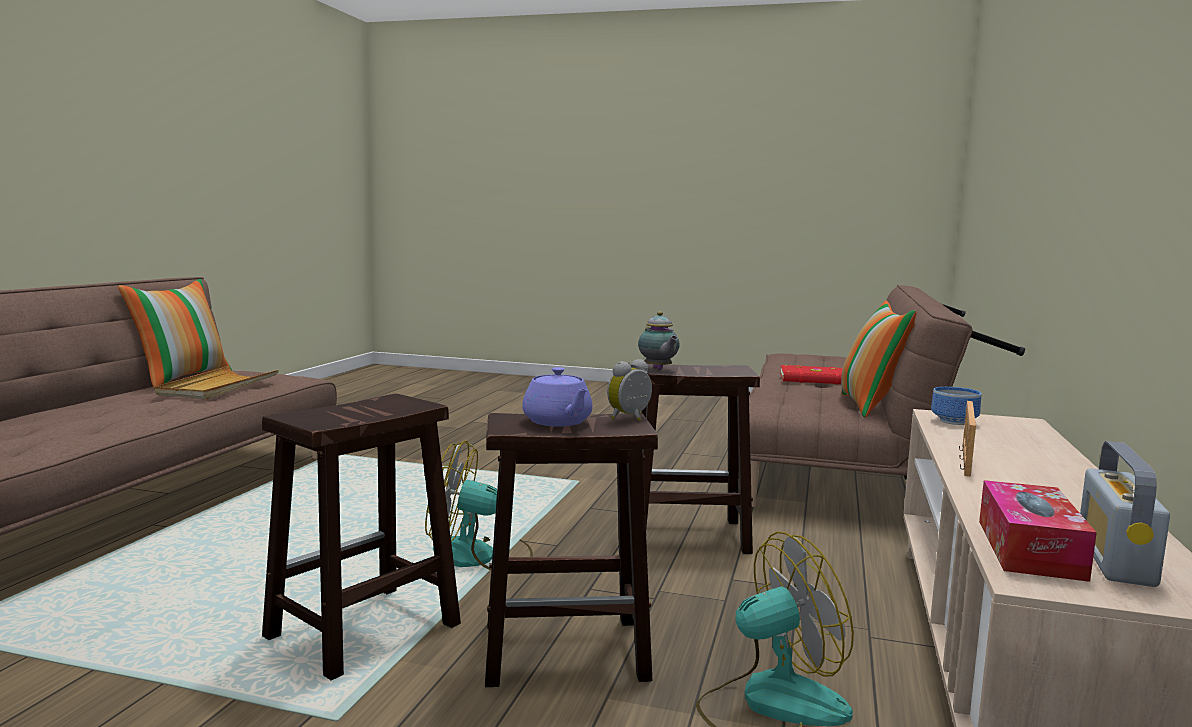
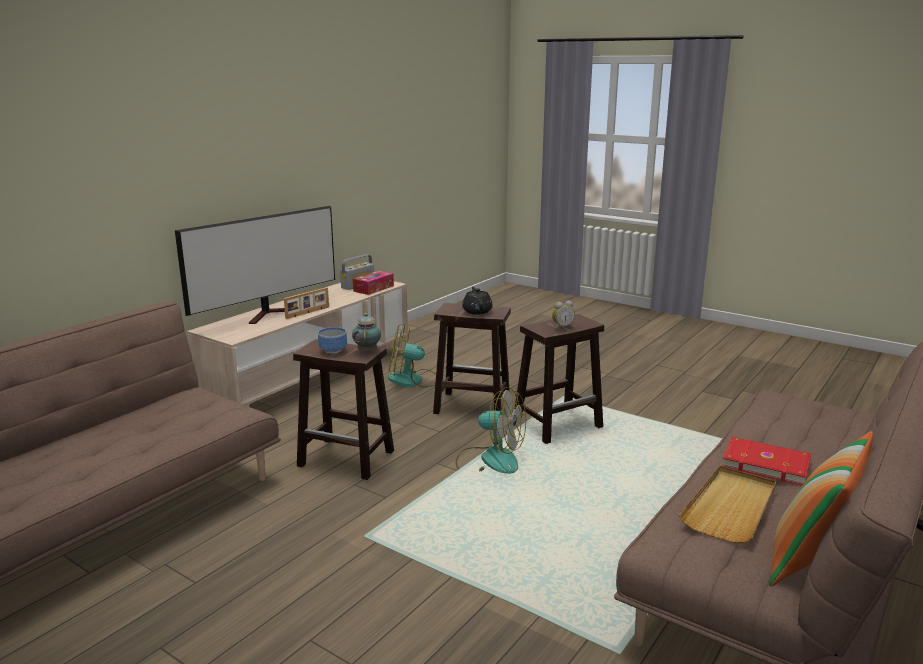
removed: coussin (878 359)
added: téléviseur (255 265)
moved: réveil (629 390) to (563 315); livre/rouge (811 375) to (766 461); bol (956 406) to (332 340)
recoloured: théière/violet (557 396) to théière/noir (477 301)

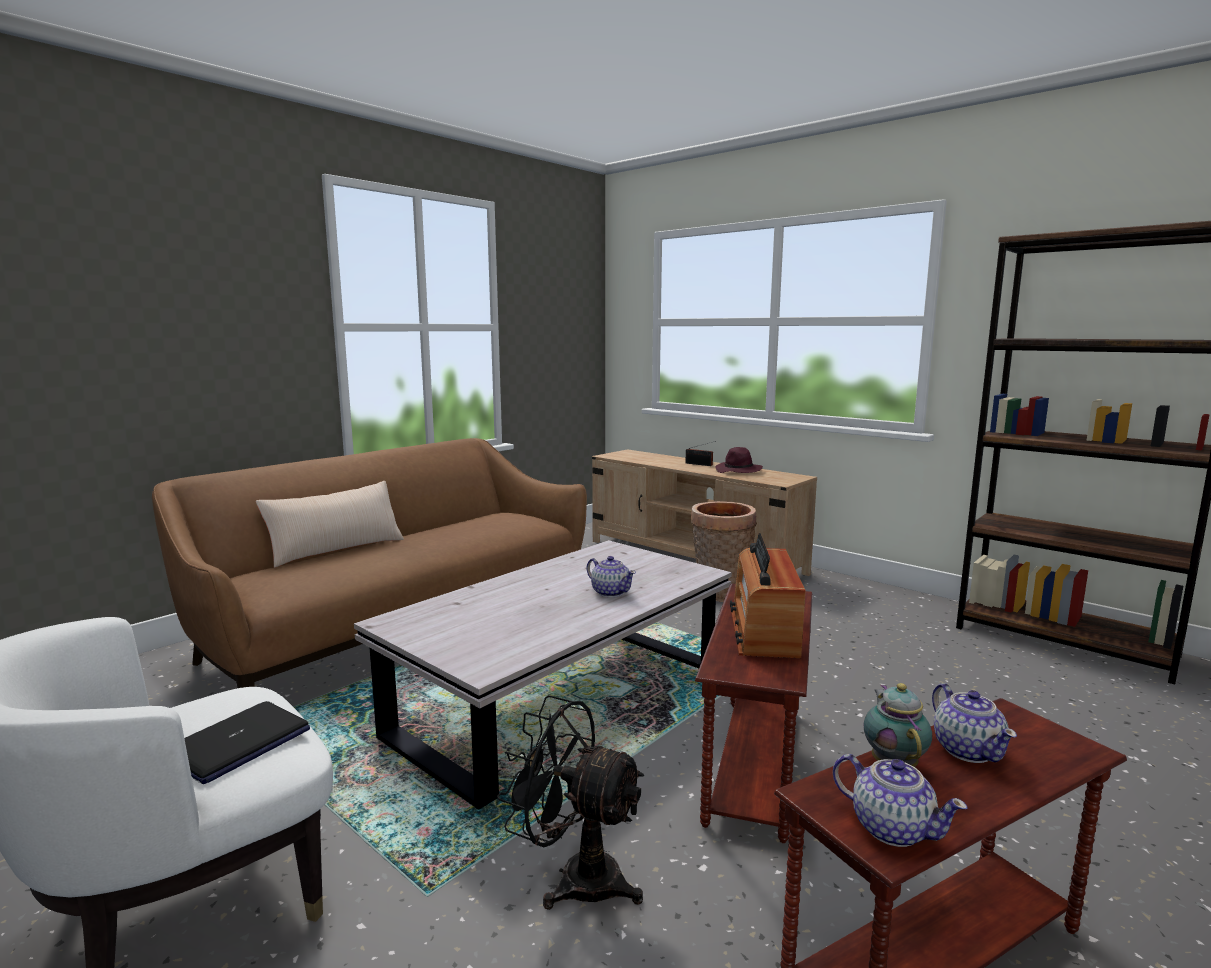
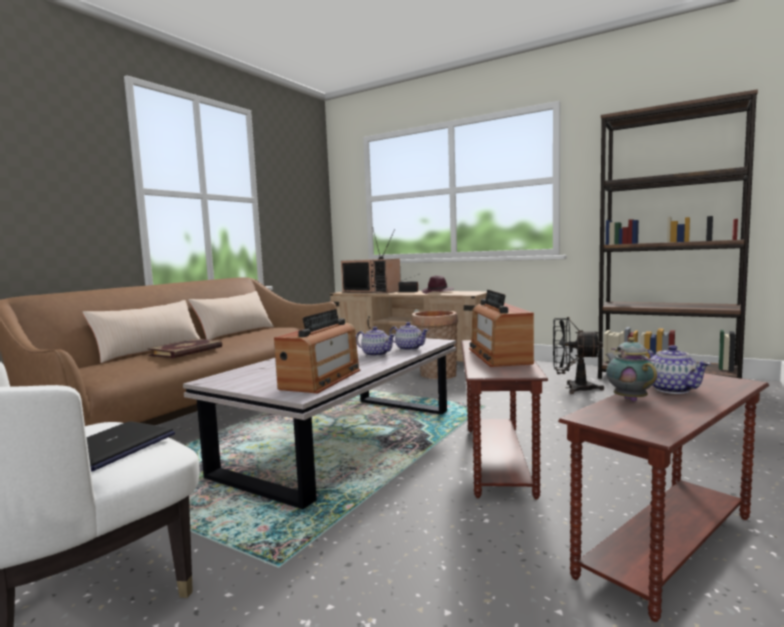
added: téléviseur (371 260); coussin/beige (231 315); radio (317 351); livre (185 348)
moved: ventilateur/noir (571 802) to (578 355); théière (900 800) to (409 336)

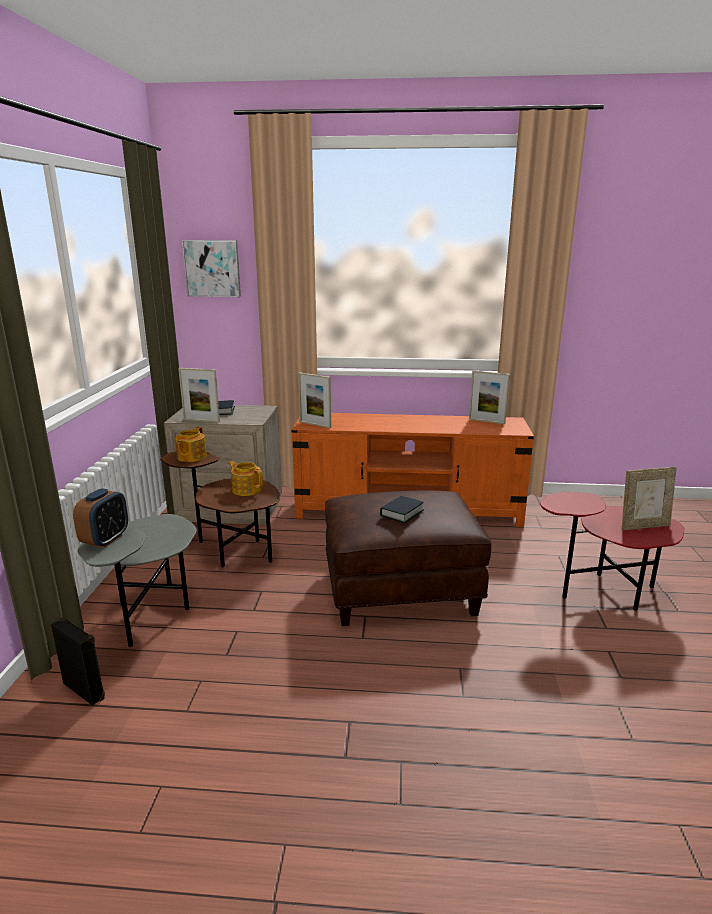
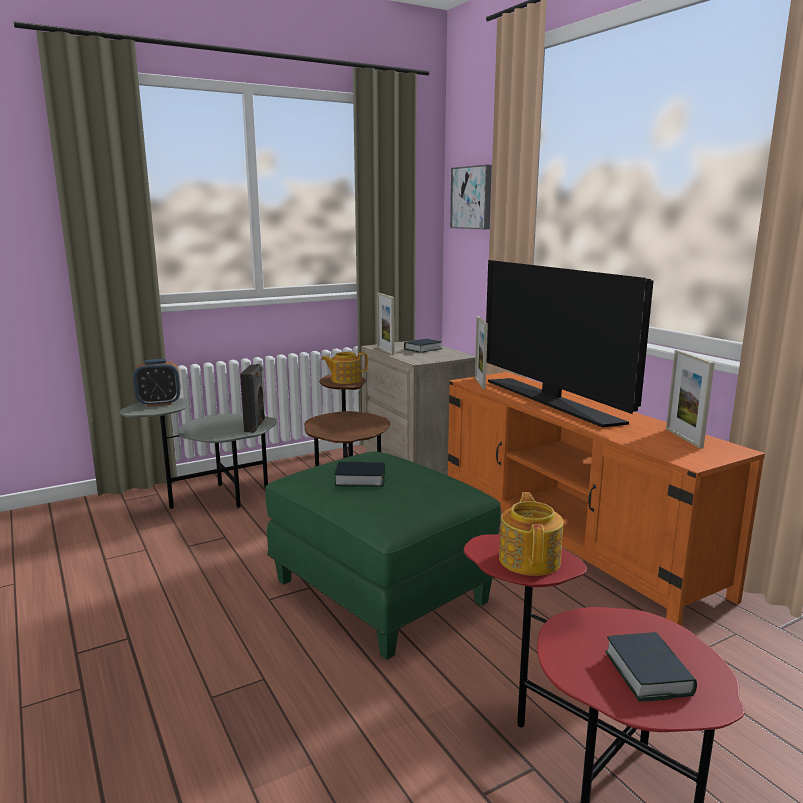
added: téléviseur (570 343)
moved: théière (245 478) to (531 534); enceinte/noir (78 661) to (252 398)
replaced: cadre photo (649 498) to livre (651 667)
recoloured: pouf/marron (408 558) to pouf/vert (383 555)

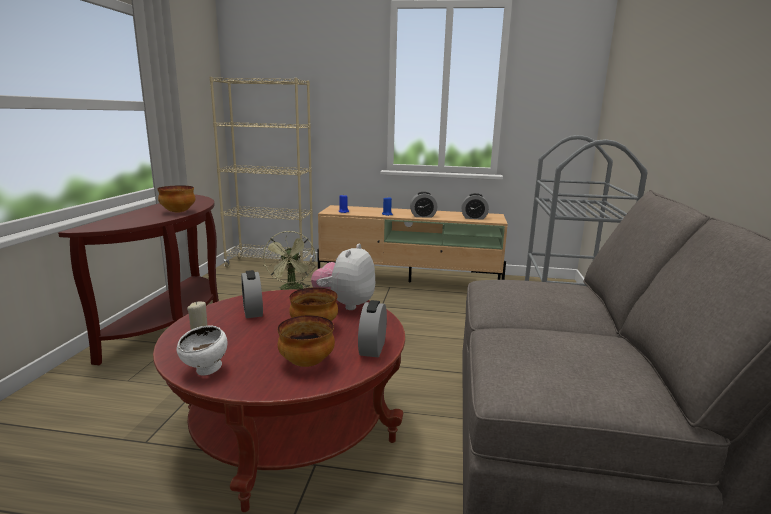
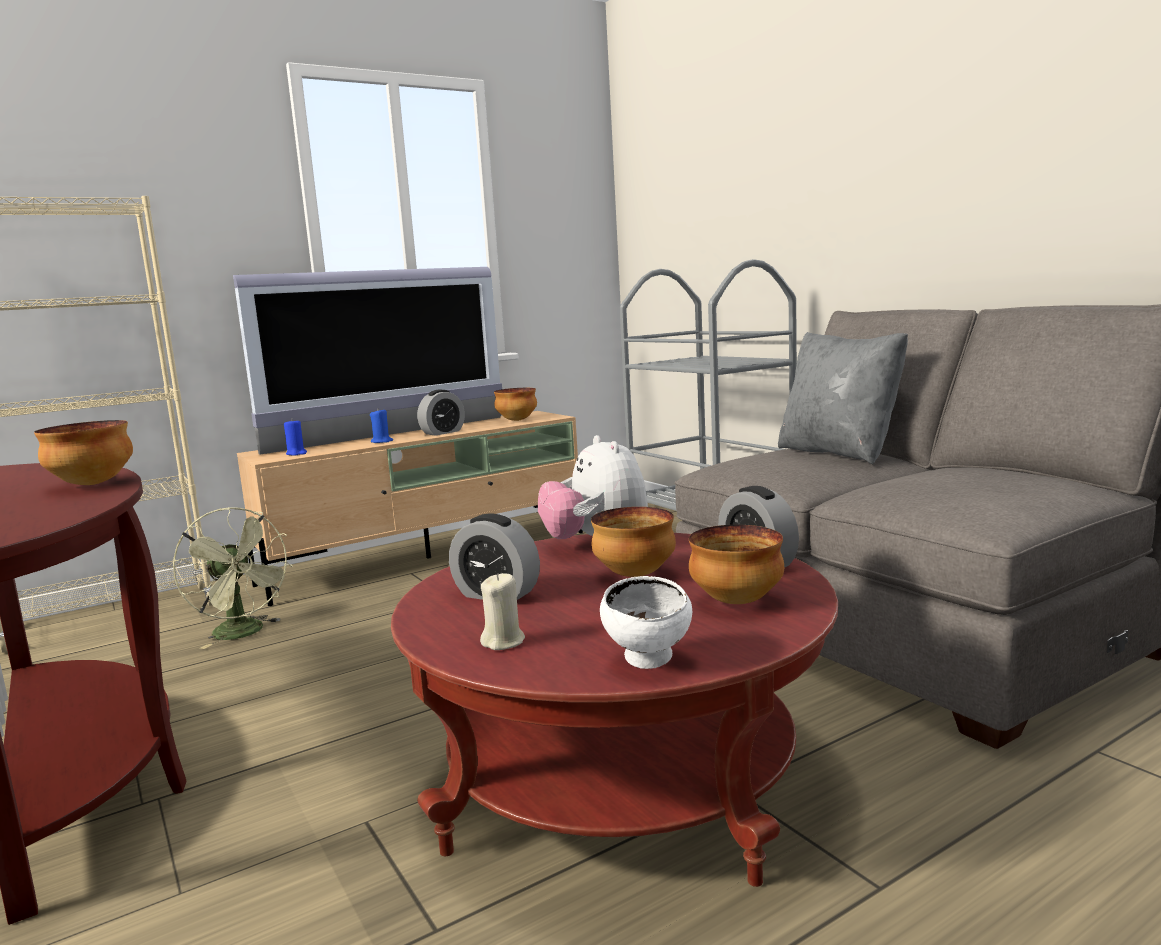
added: téléviseur (367 361); coussin/gris (843 398)
replaced: réveil (475 206) to bol (515 404)

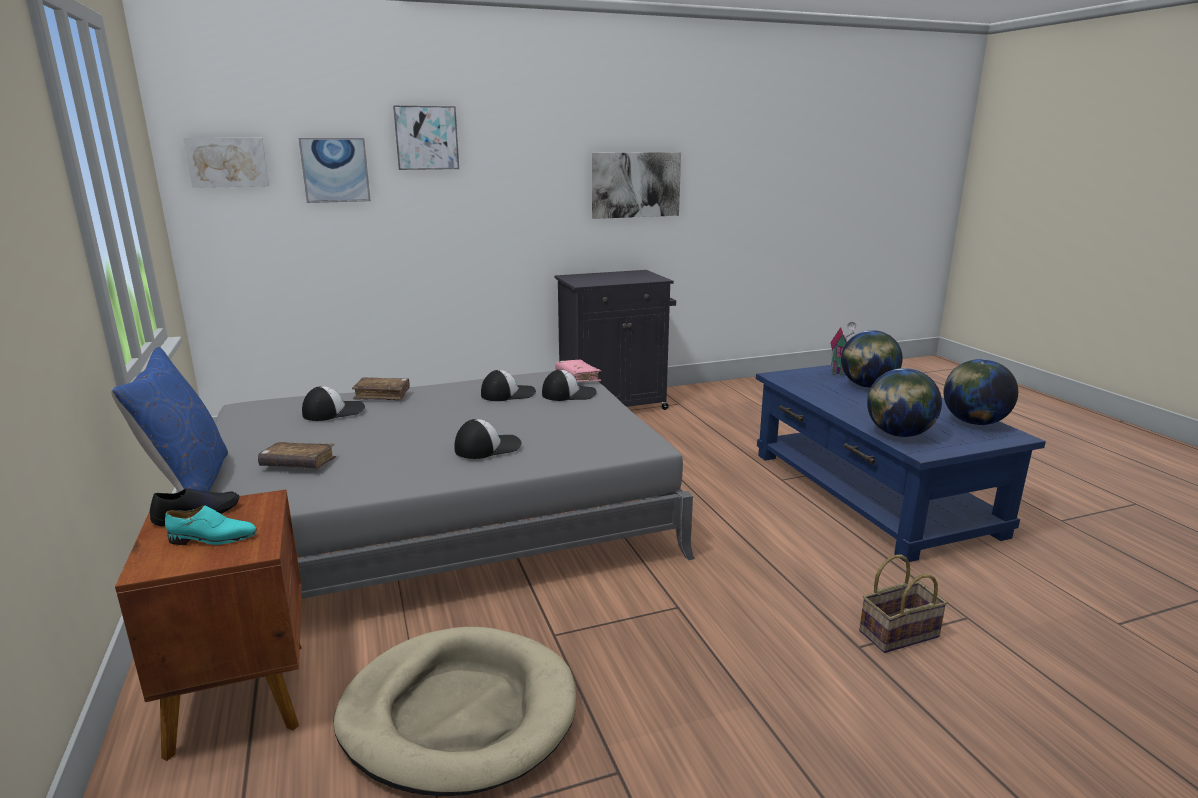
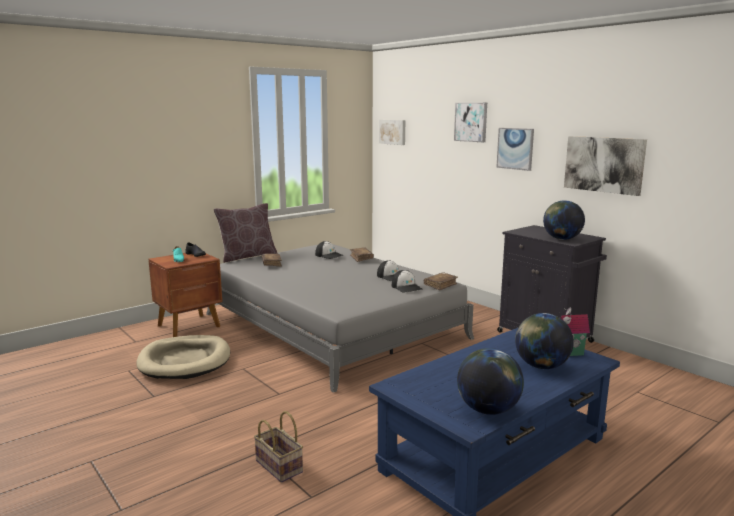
removed: casquette (488 439)
moved: tableau (334 170) to (515 149); globe (904 402) to (564 220)
recoloured: coussin/bleu (169 419) to coussin/marron (246 233); livre/rose (578 371) to livre/marron (441 281)

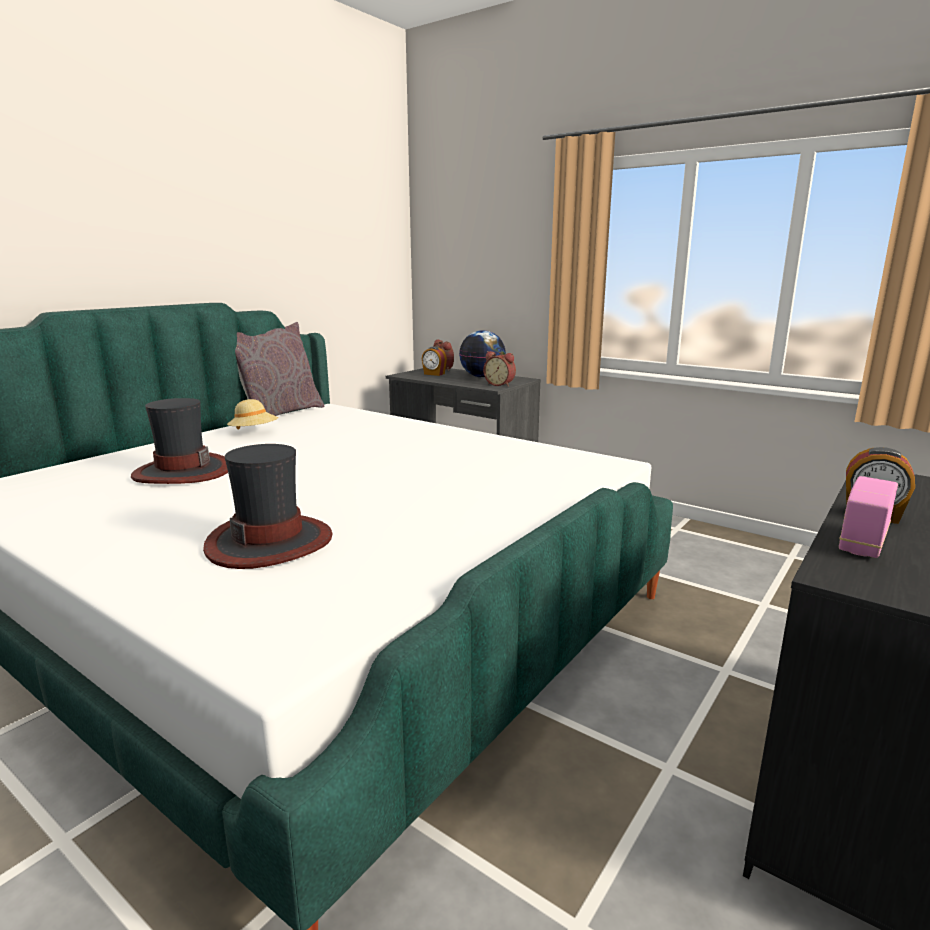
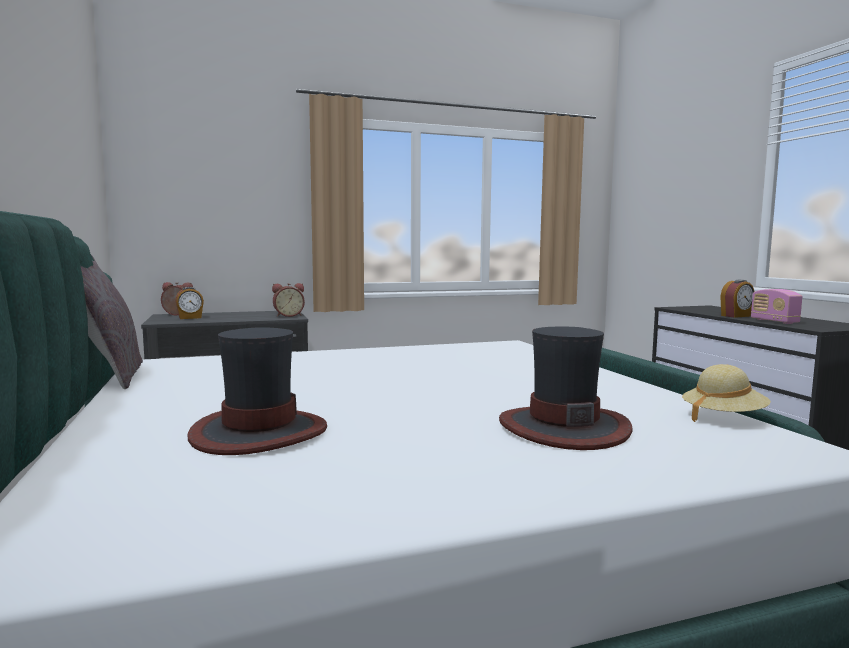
removed: globe (482 354)
moved: chapeau/beige (252 414) to (726 393)

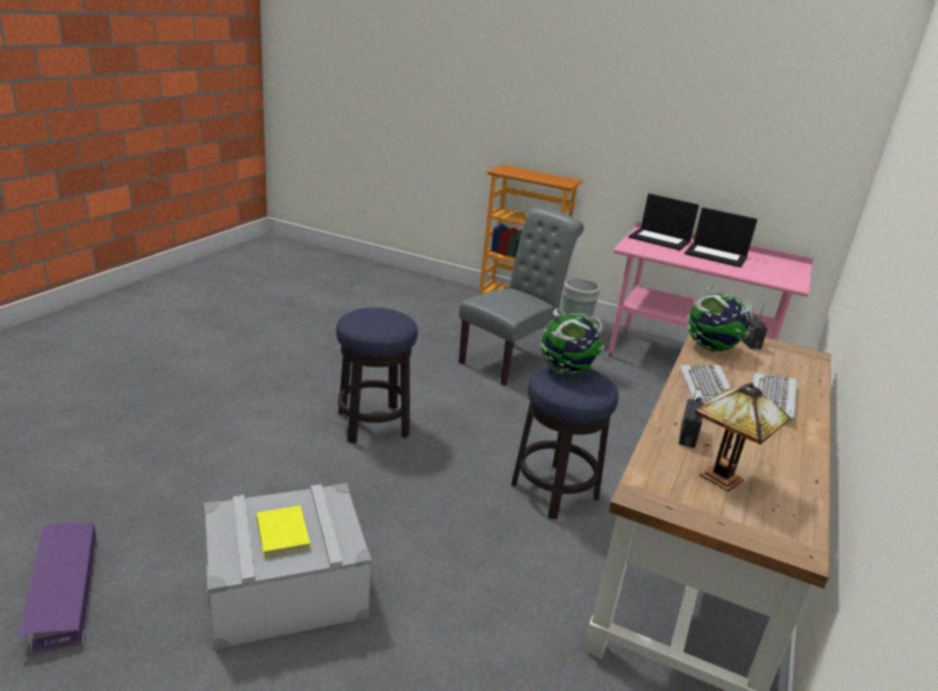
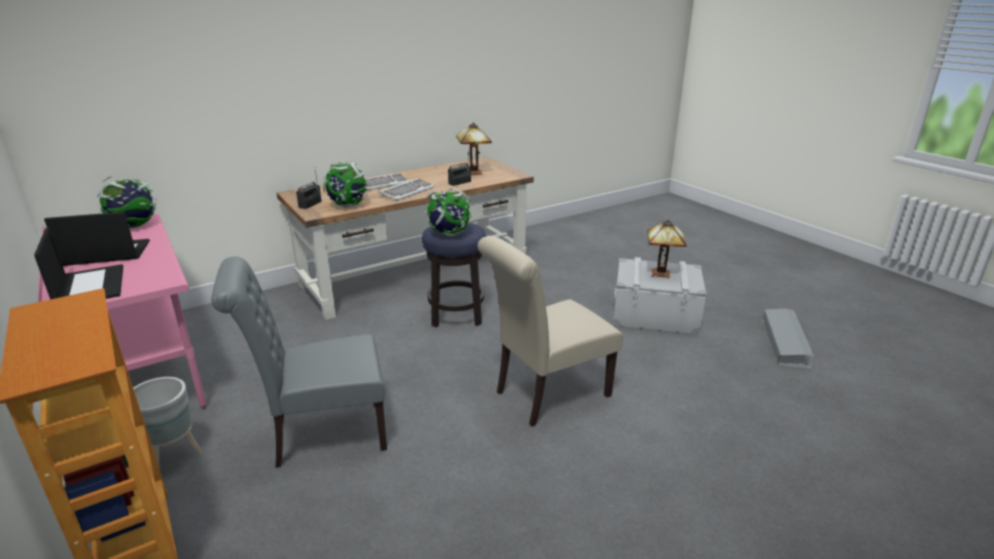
added: globe (127 202)
replaced: tabouret (377 376) to chaise/beige (550 331); livre/jaune (283 531) to lampe de table (667 249)
recoloured: boîte de rangement/violet (56 587) to boîte de rangement/gris (788 339)
turned: ordinateur portable (720 237) = (97 239) 75 degrees counterclockwise

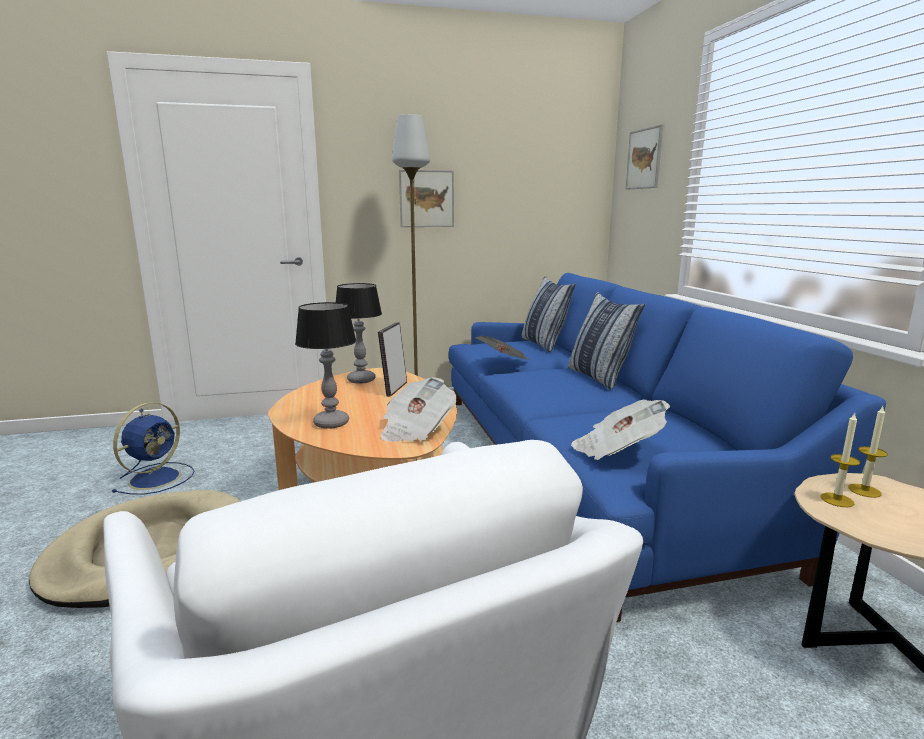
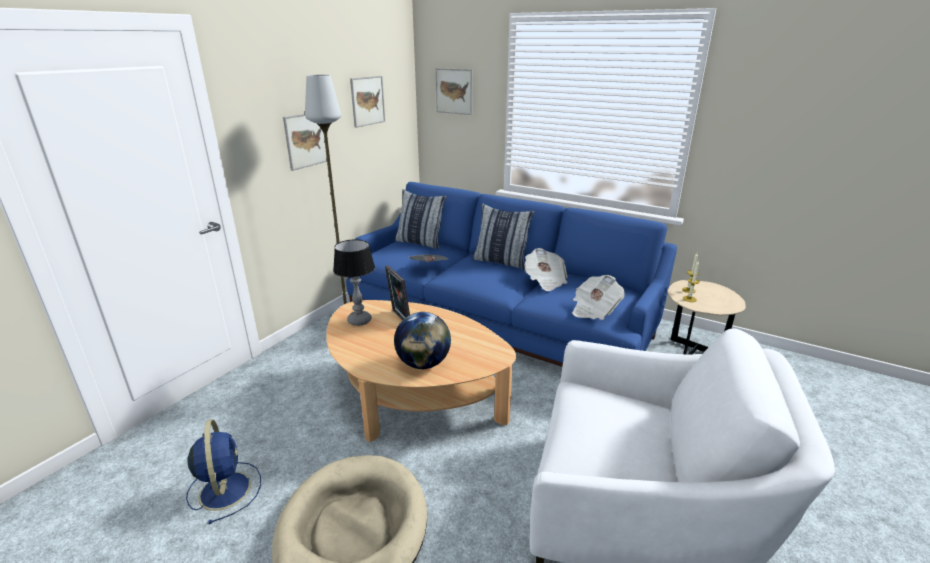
added: tableau (367 102)
moved: journal (418 409) to (546 269)
replaced: lampe de table (325 365) to globe (422 340)

